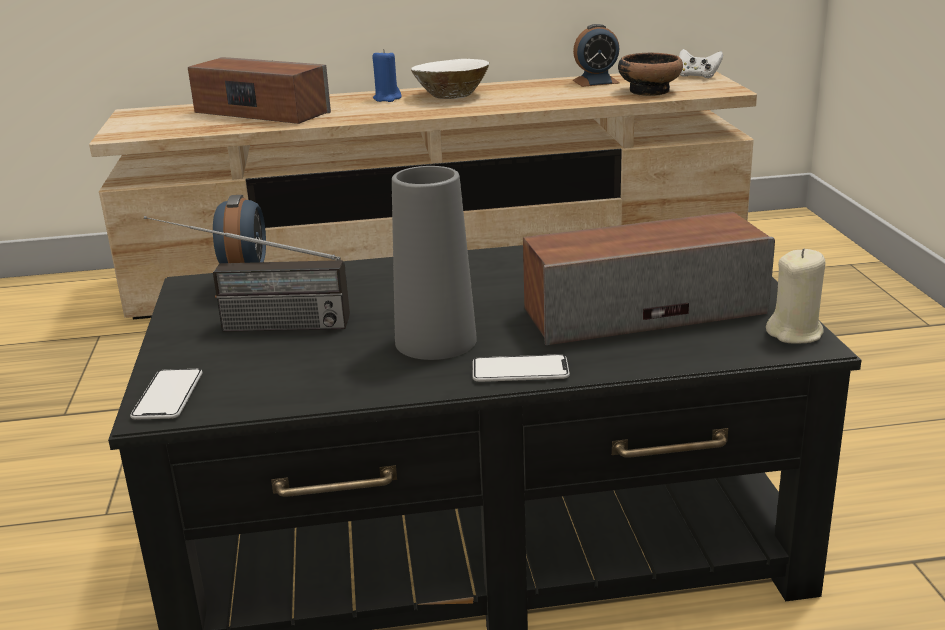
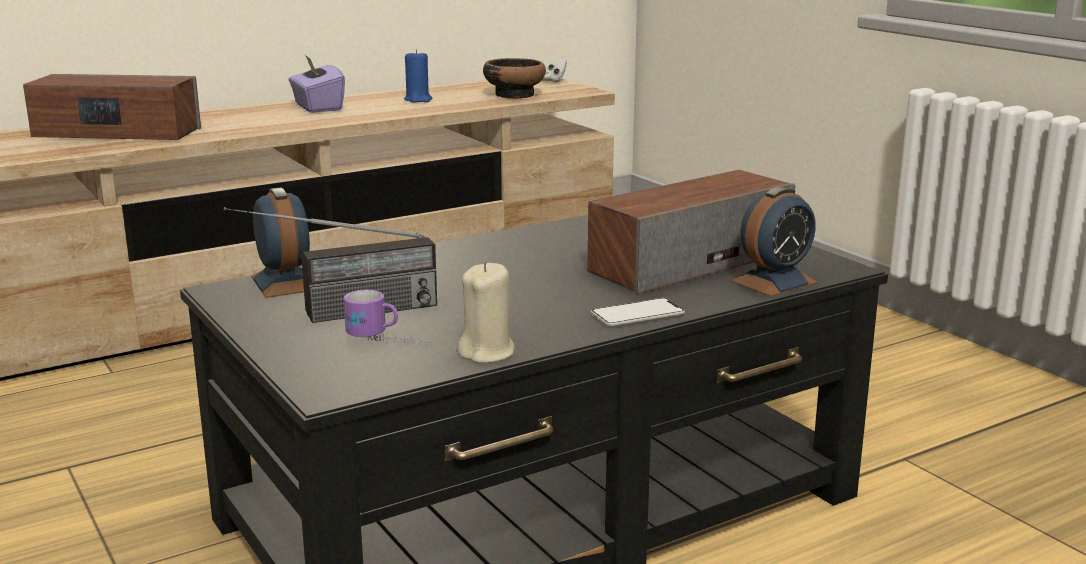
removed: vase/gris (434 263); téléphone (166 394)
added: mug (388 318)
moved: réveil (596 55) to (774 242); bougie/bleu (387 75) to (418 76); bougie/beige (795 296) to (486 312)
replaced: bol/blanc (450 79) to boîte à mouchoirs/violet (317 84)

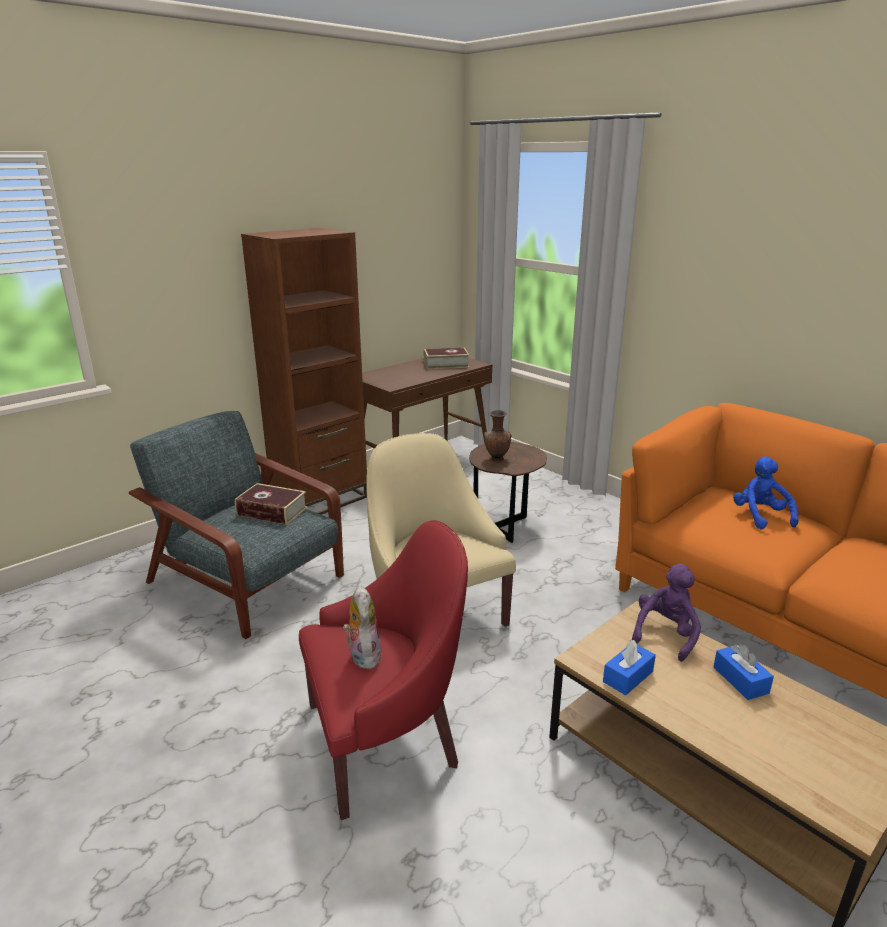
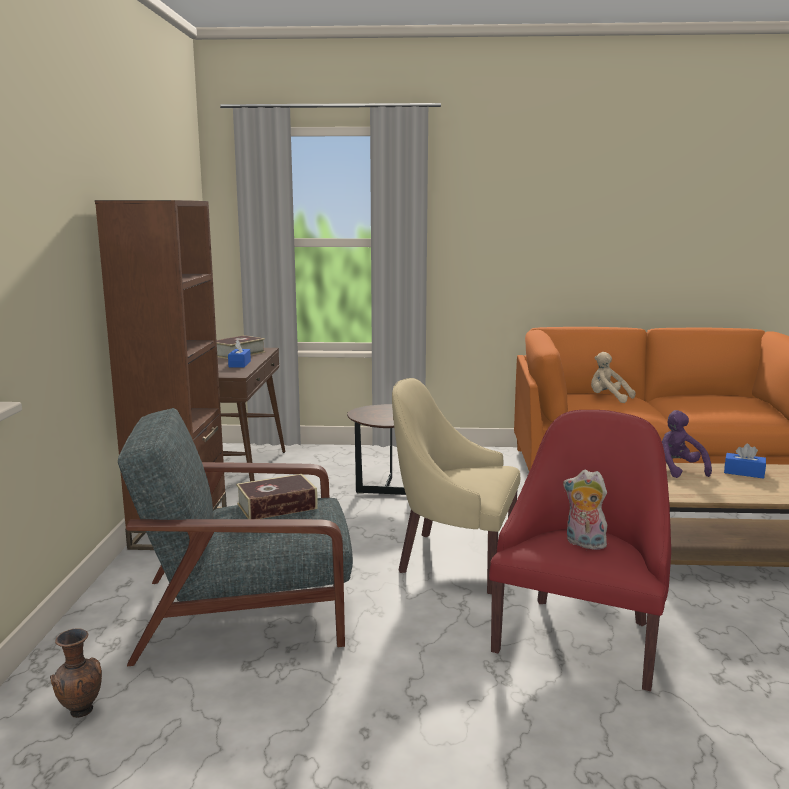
moved: vase/marron (498 435) to (76 673); boîte à mouchoirs/bleu (629 667) to (239 353)
recoloured: peluche/bleu (765 492) to peluche/beige (613 377)

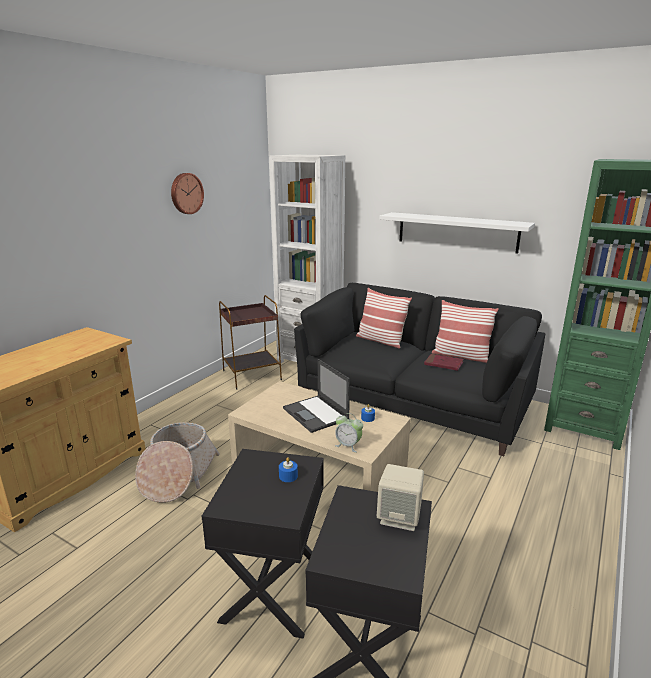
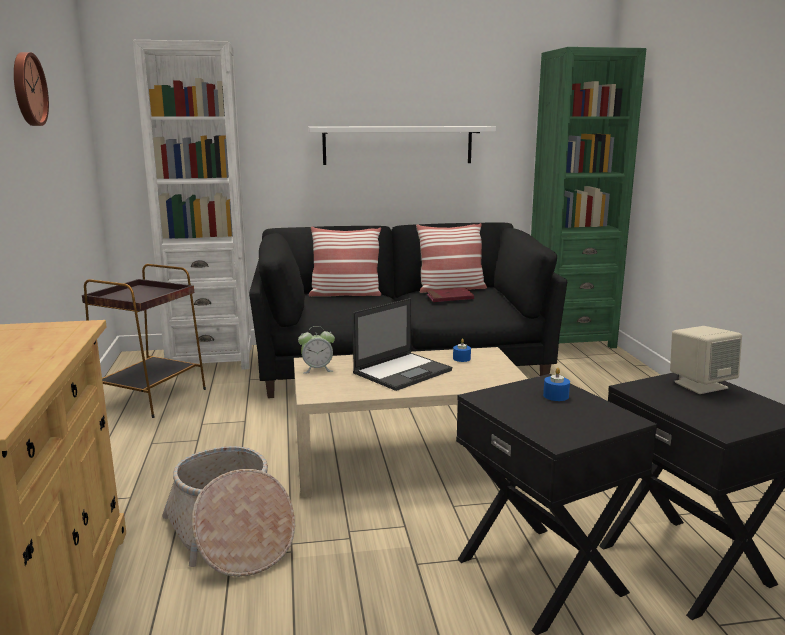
moved: réveil (349 433) to (316 350)
turned: ordinateur portable (316 396) = (402 344) 60 degrees counterclockwise

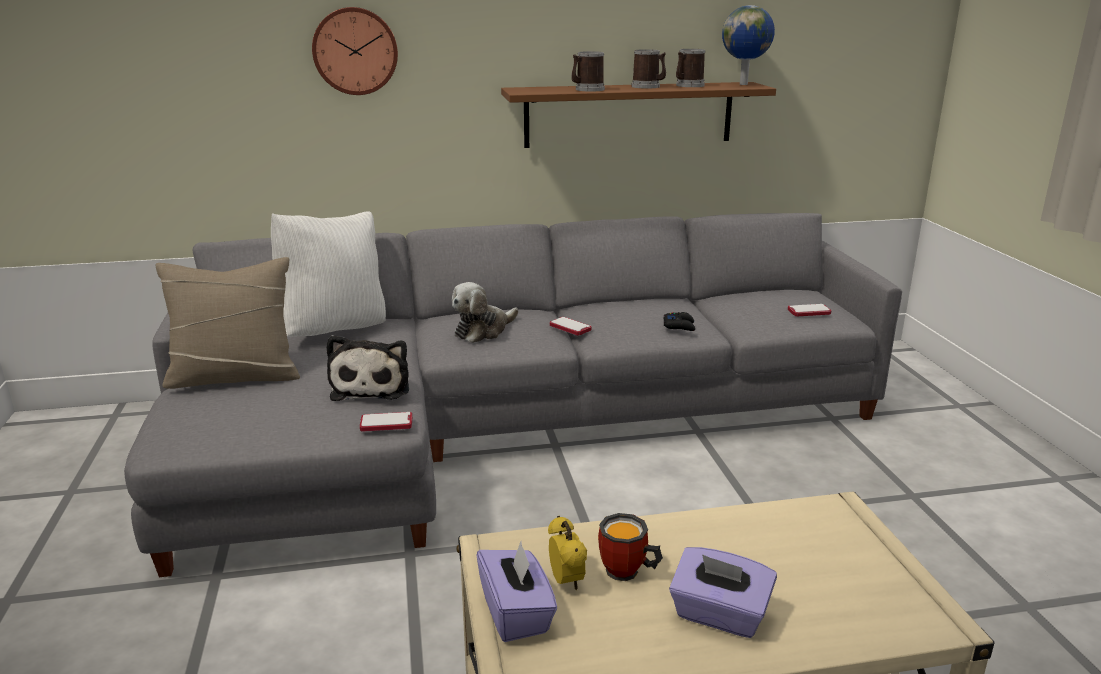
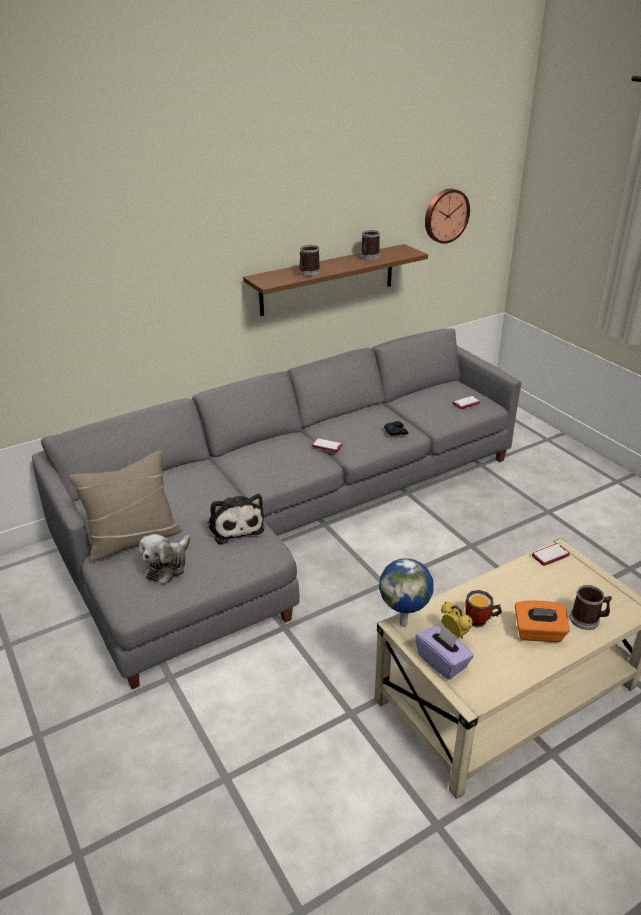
removed: coussin/blanc (328 274)
moved: globe (748 45) to (406 592); horloge murale (355 51) to (447 216); mug (648 68) to (591 607); peluche (485 312) to (164 559); téléphone (386 421) to (551 554)
recoloured: boîte à mouchoirs/violet (723 592) to boîte à mouchoirs/orange (542 621)

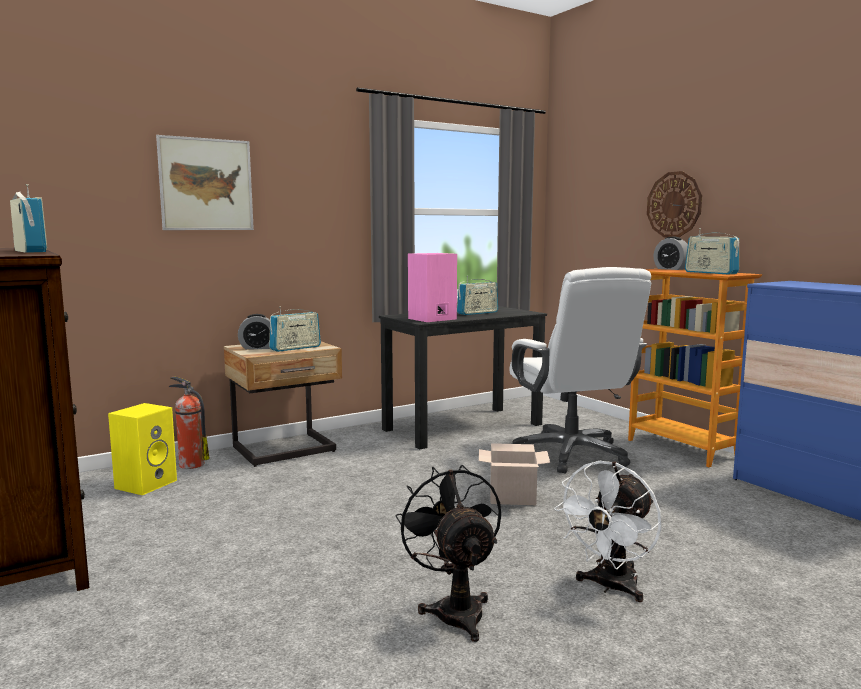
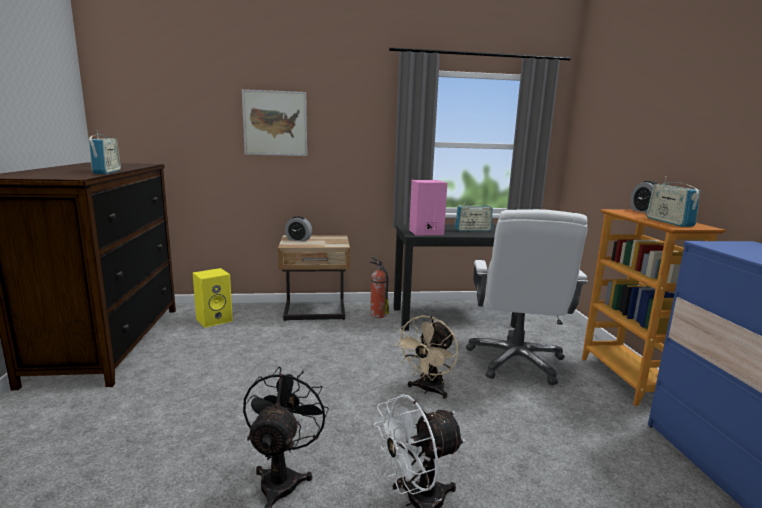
removed: horloge murale (674 204); radio (295 329)
moved: extincteur (189 422) to (379 287)
replaced: carton (514 474) to ventilateur/beige (426 357)

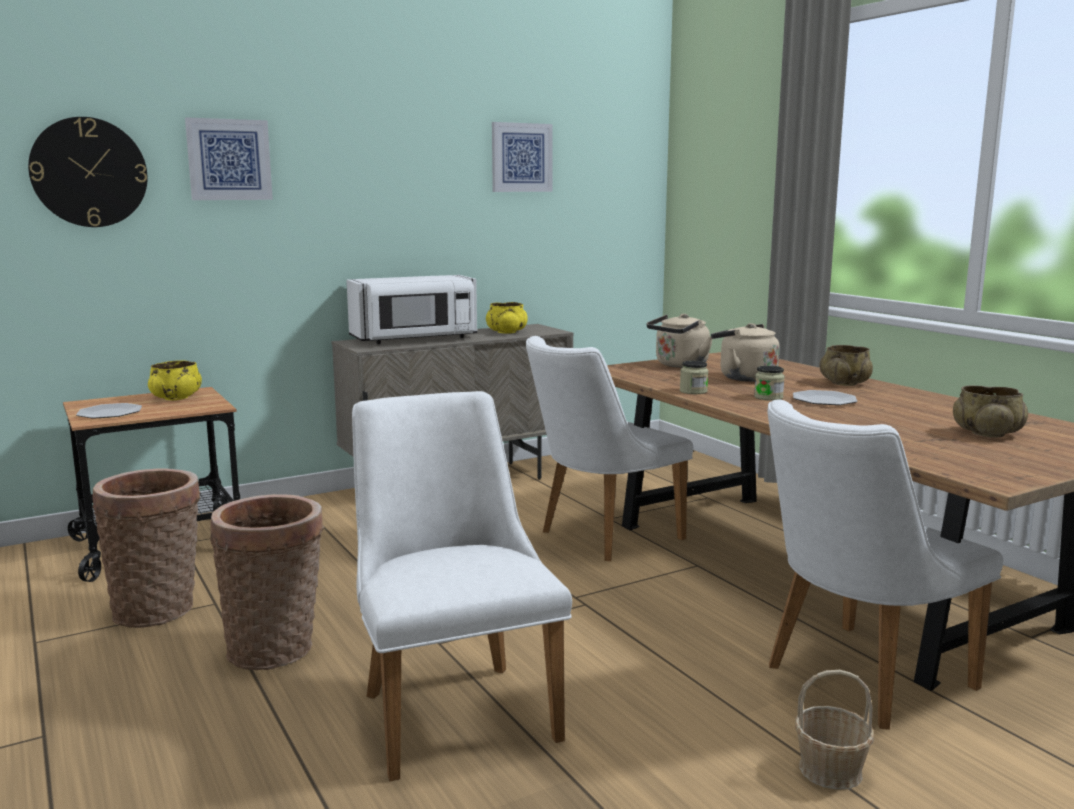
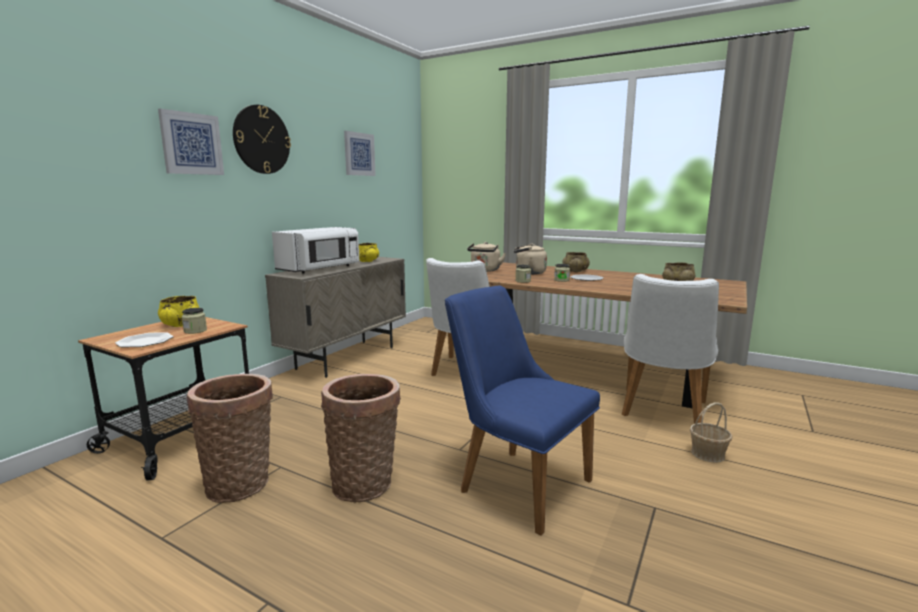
added: bocal (194 321)
moved: horloge murale (87 172) to (262 139)
recoloured: chaise/blanc (462 586) to chaise/bleu (522 410)

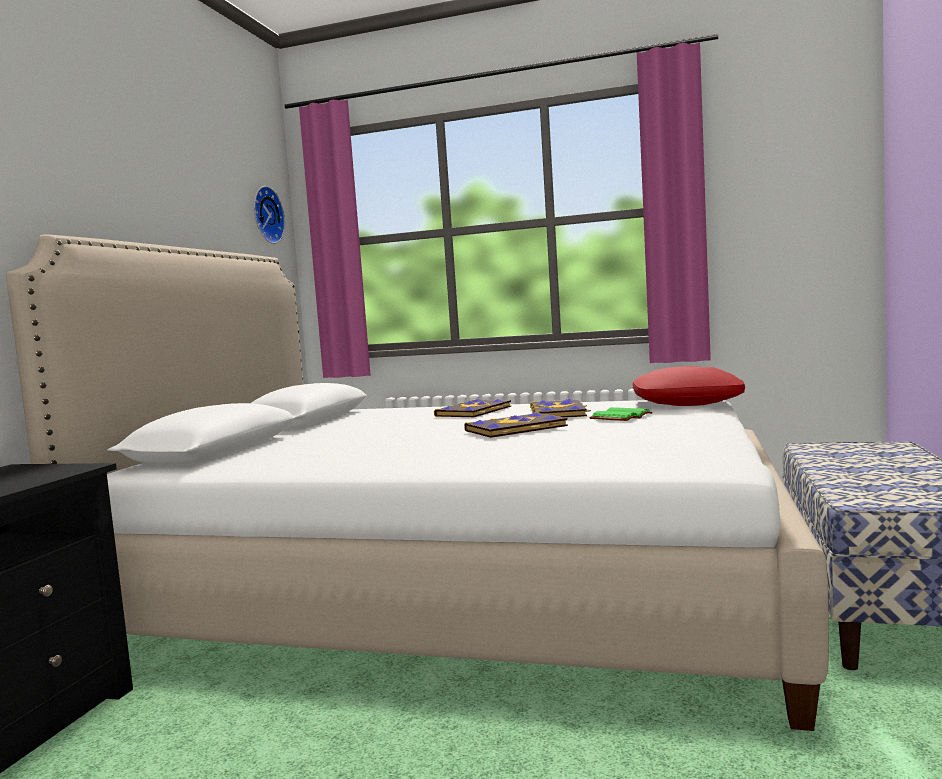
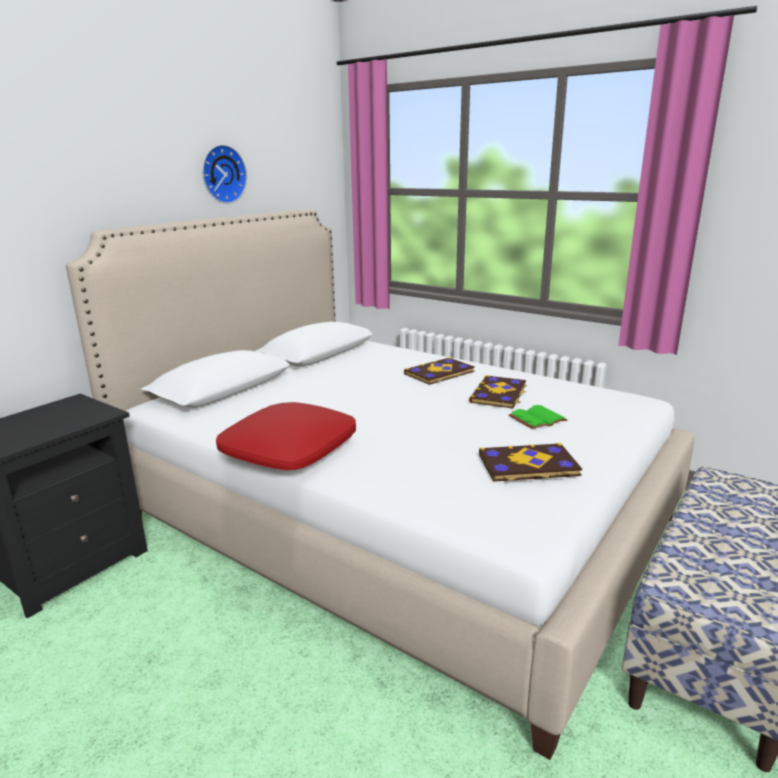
moved: horloge murale (269 215) to (224 174); coussin/rouge (689 386) to (286 436); livre (516 425) to (530 462)

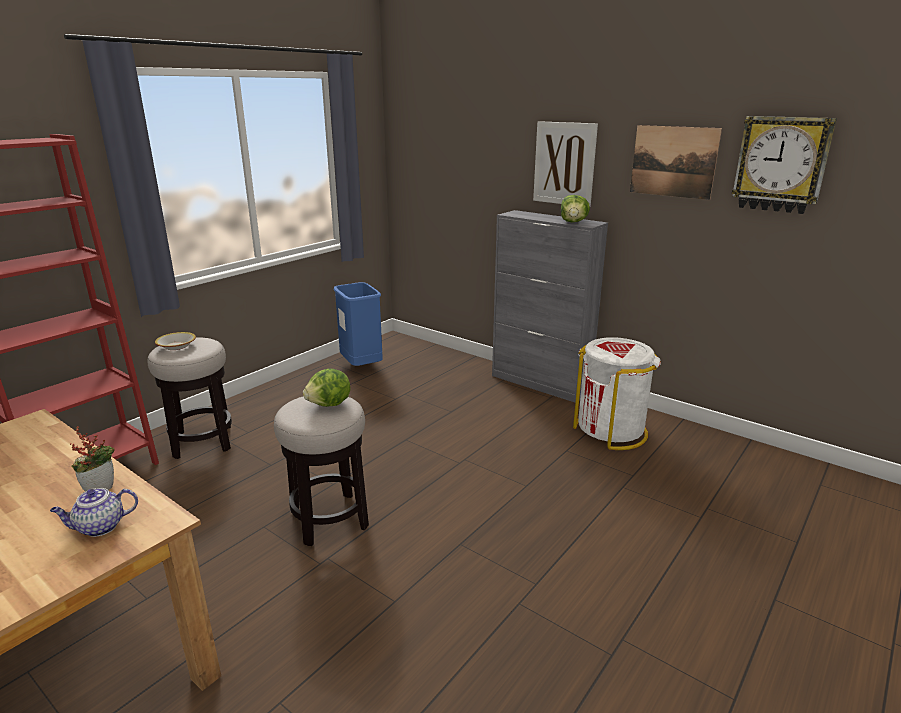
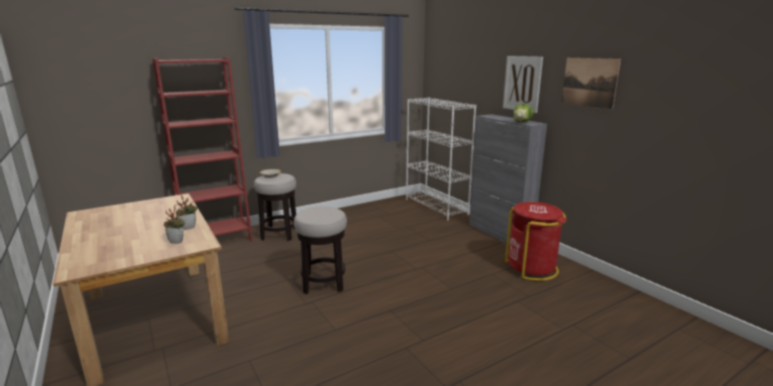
removed: horloge murale (784 165); poubelle/bleu (358 324); laitue (326 387)
added: bibliothèque/blanc (441 158)
replaced: théière (94 512) to plante en pot (174 224)
recoloured: poubelle/blanc (617 393) to poubelle/rouge (536 241)

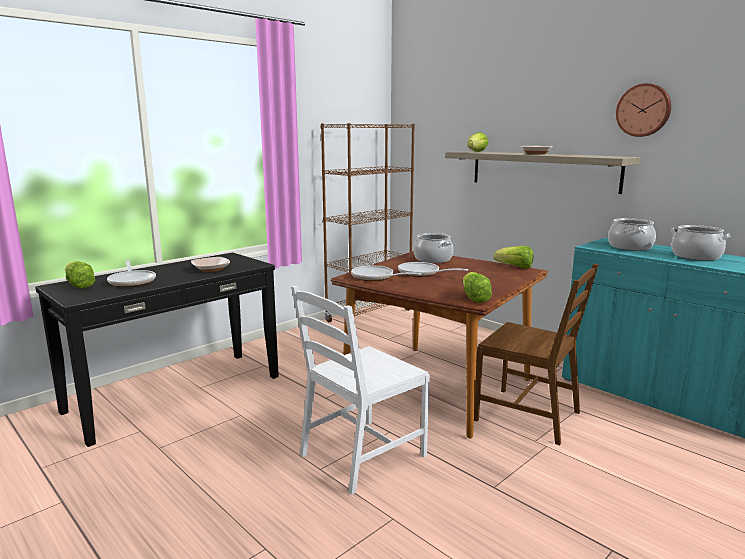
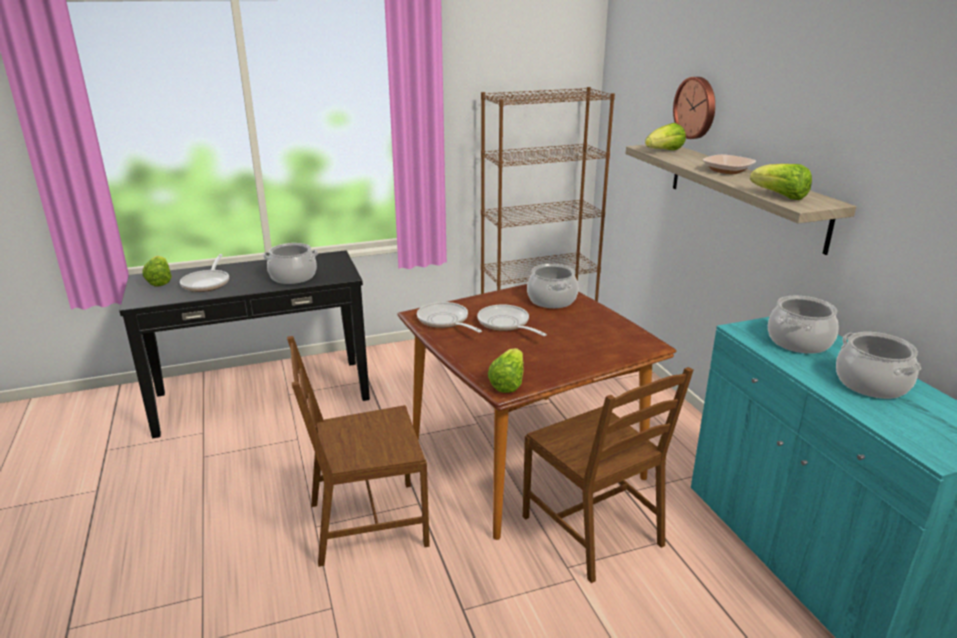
moved: horloge murale (643 110) to (694 108); laitue (513 257) to (781 182)
replaced: bol (210 264) to marmite (290 263)
recoloured: chaise/blanc (360 390) to chaise/marron (358 451)

